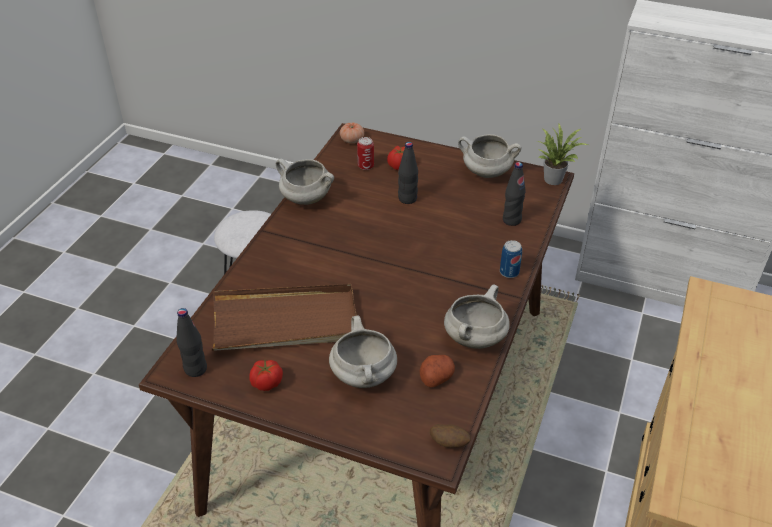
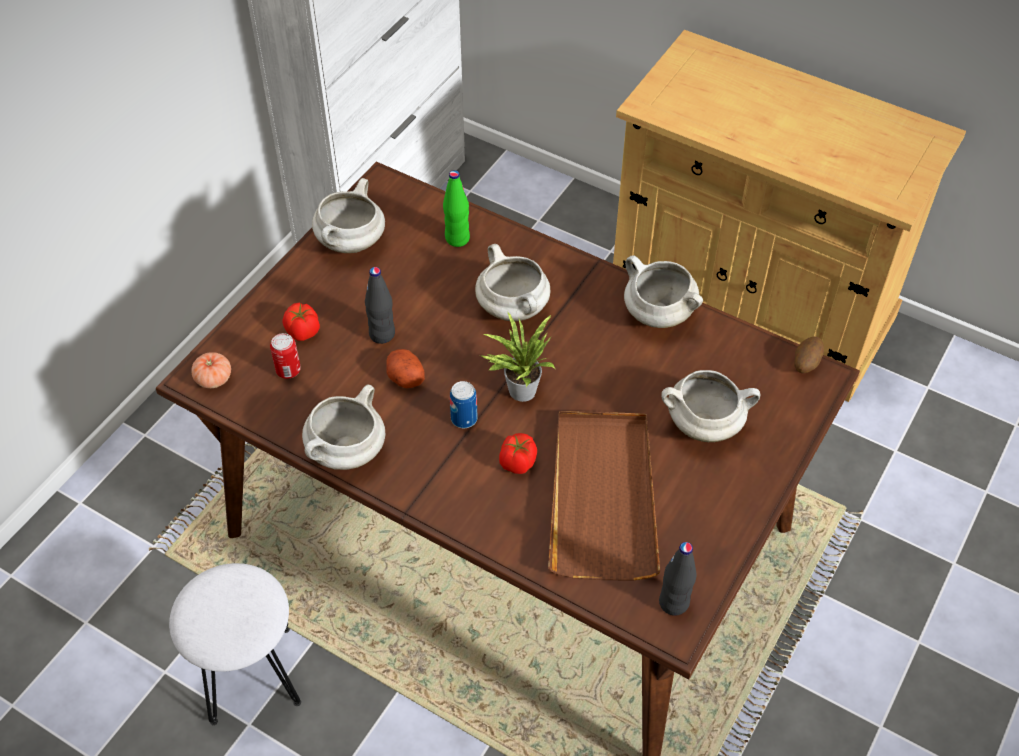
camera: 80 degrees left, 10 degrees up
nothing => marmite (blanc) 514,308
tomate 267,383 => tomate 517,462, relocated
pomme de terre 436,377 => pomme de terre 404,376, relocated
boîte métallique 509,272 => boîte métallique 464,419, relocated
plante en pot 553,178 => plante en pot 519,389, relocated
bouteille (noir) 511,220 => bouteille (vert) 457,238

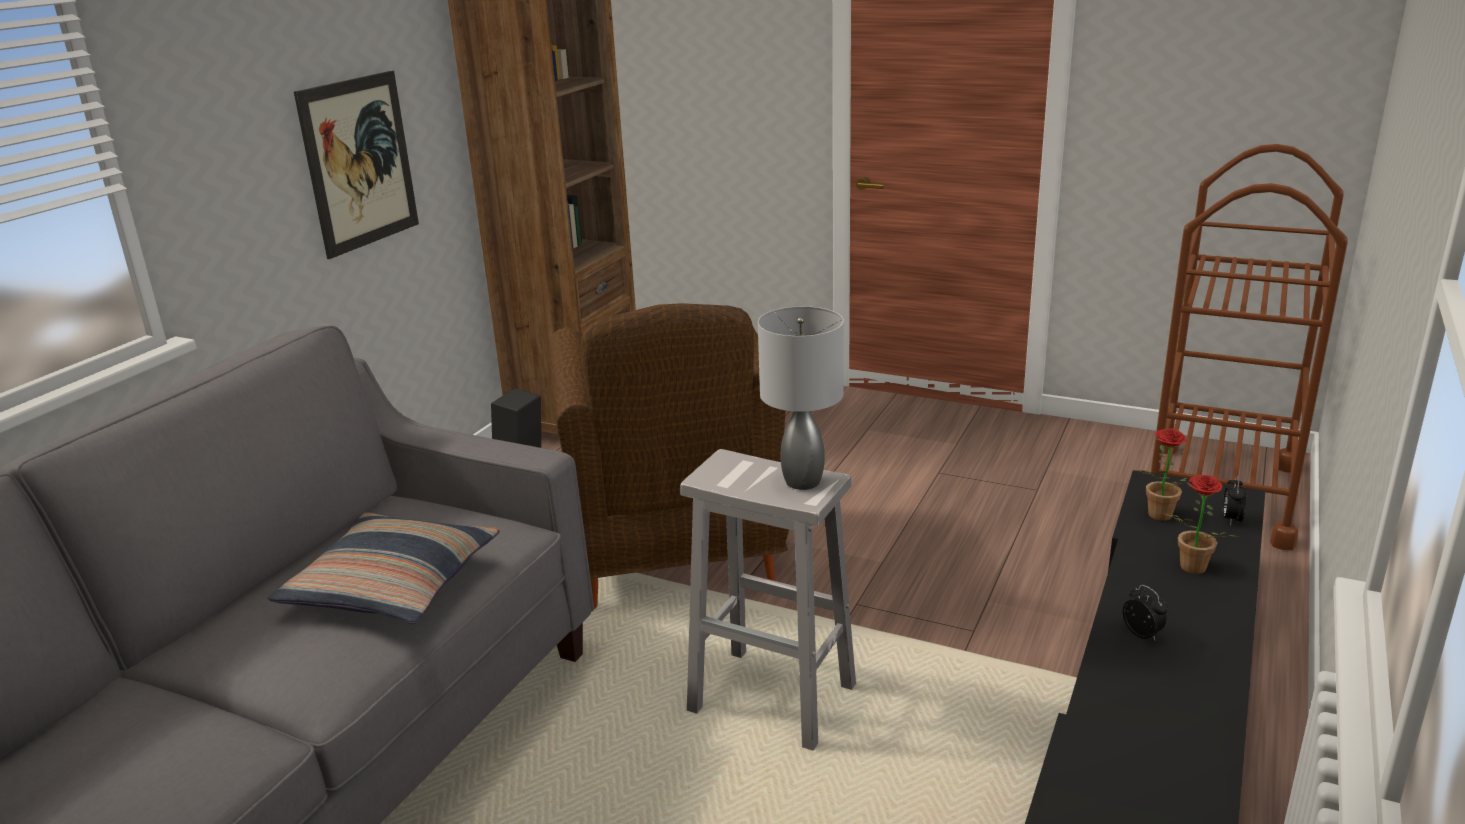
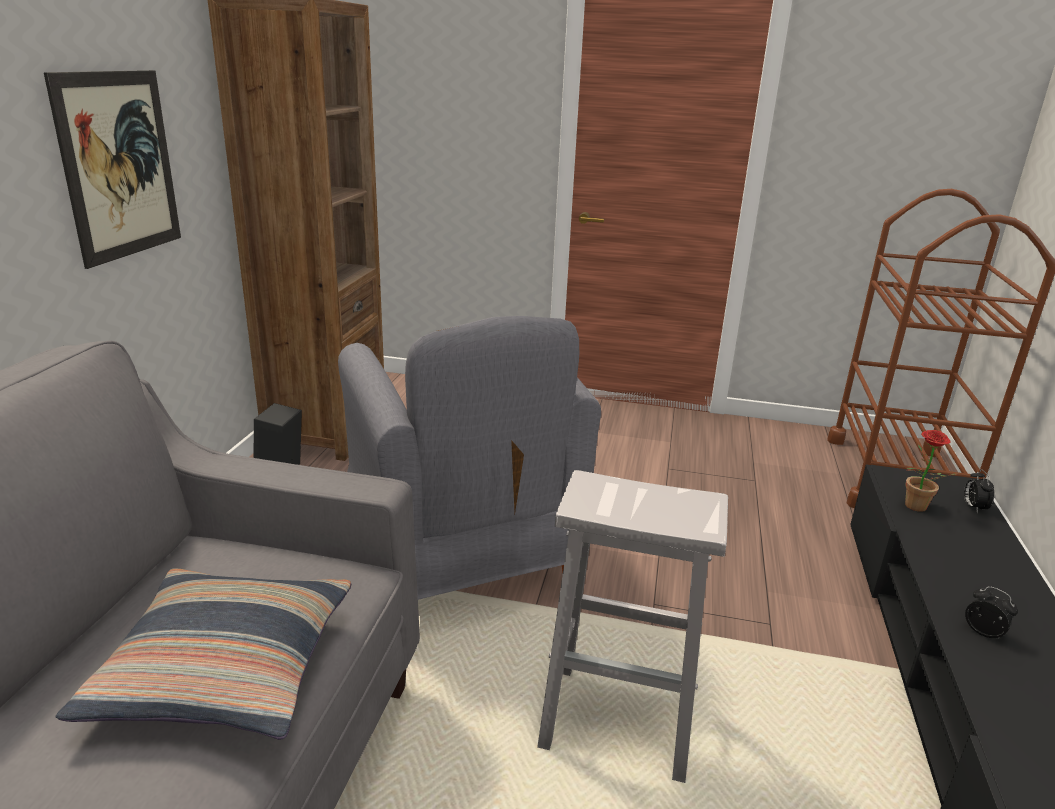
camera: 15 degrees left, 0 degrees up
lampe de table (gris) 804,481 => nothing
plante en pot 1189,569 => nothing
fauteuil (marron) 674,558 => fauteuil (gris) 463,567

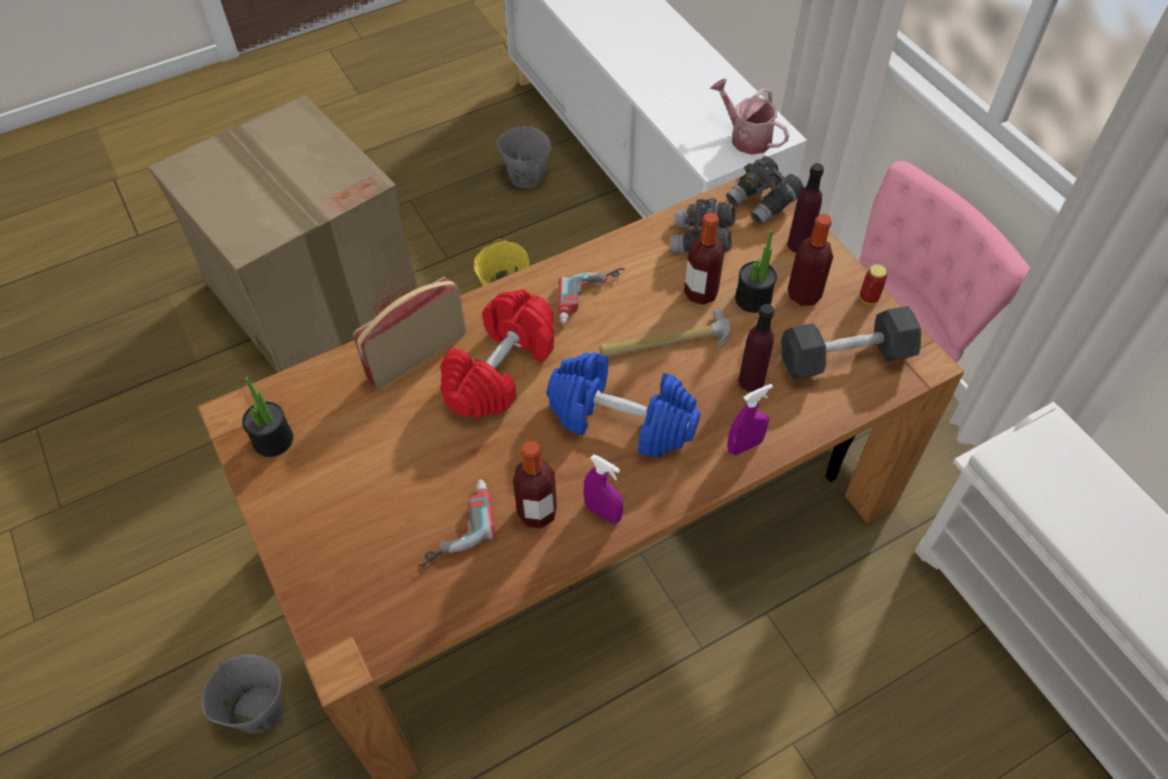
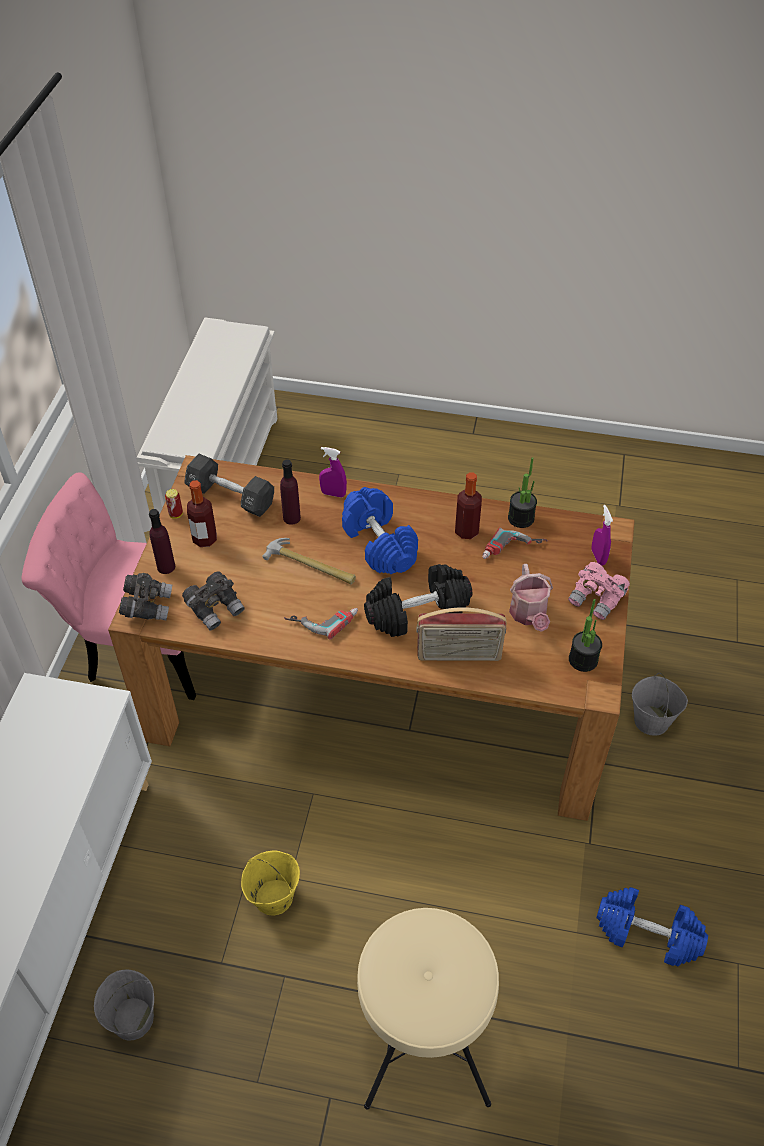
camera: 140 degrees left, 5 degrees down
bouteille 700,293 => nothing
nothing => jumelles (rose) 597,599
nothing => haltère (bleu) 648,933
vaporisateur (violet) 603,512 => vaporisateur (violet) 598,557, relocated
arrosoir 746,137 => arrosoir 529,615, relocated
plante en pot 753,299 => plante en pot 521,518, relocated
carton 312,290 => tabouret (beige) 423,1036
haltère (rouge) 501,371 => haltère (noir) 417,612

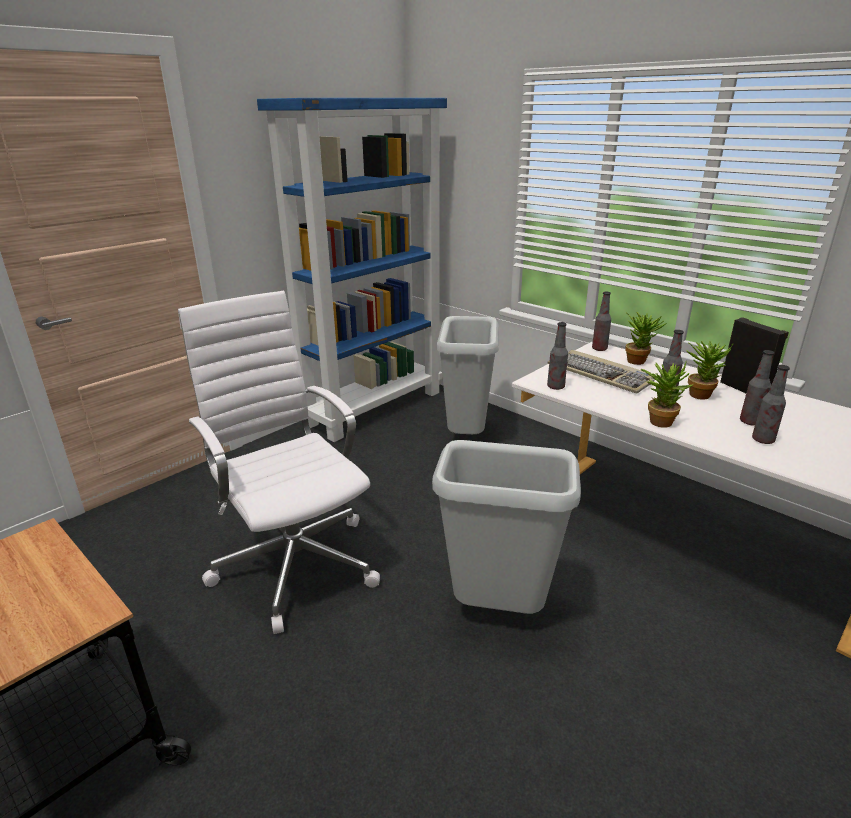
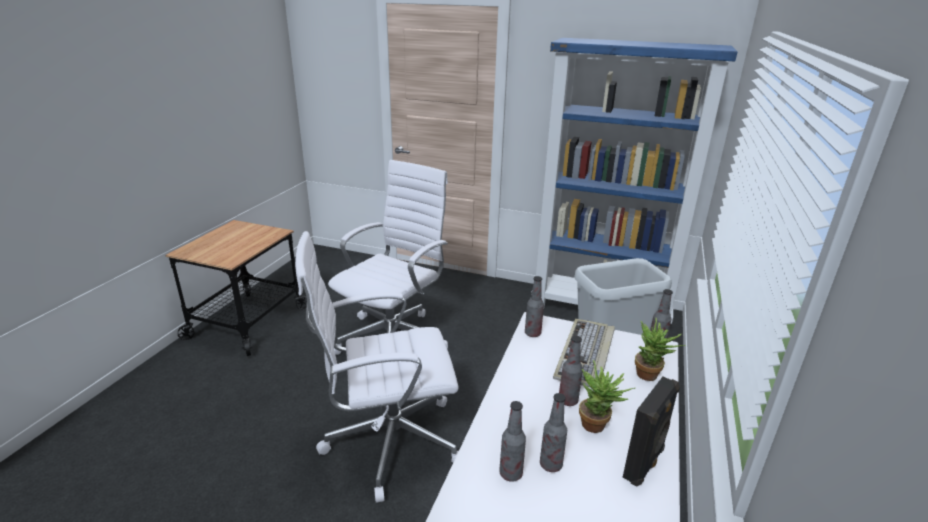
camera: 65 degrees right, 0 degrees up
plante en pot 658,420 => nothing
poubelle (gris) 497,612 => chaise de bureau (blanc) 388,441

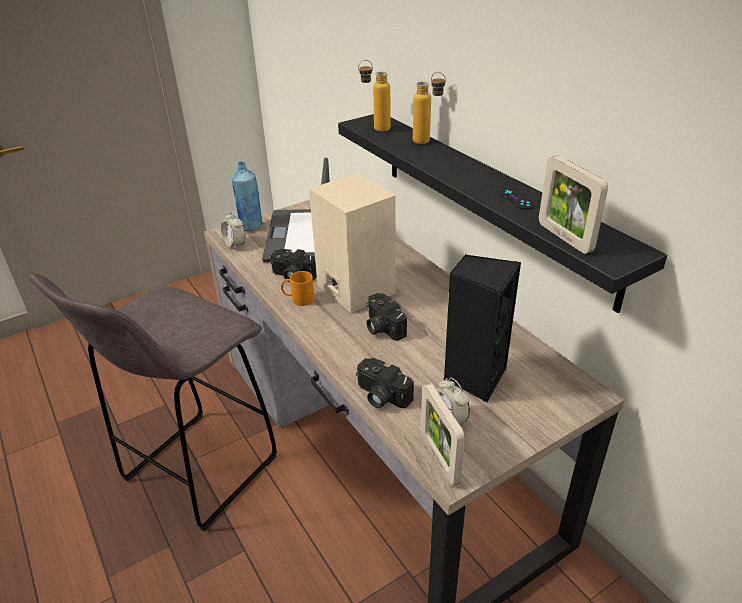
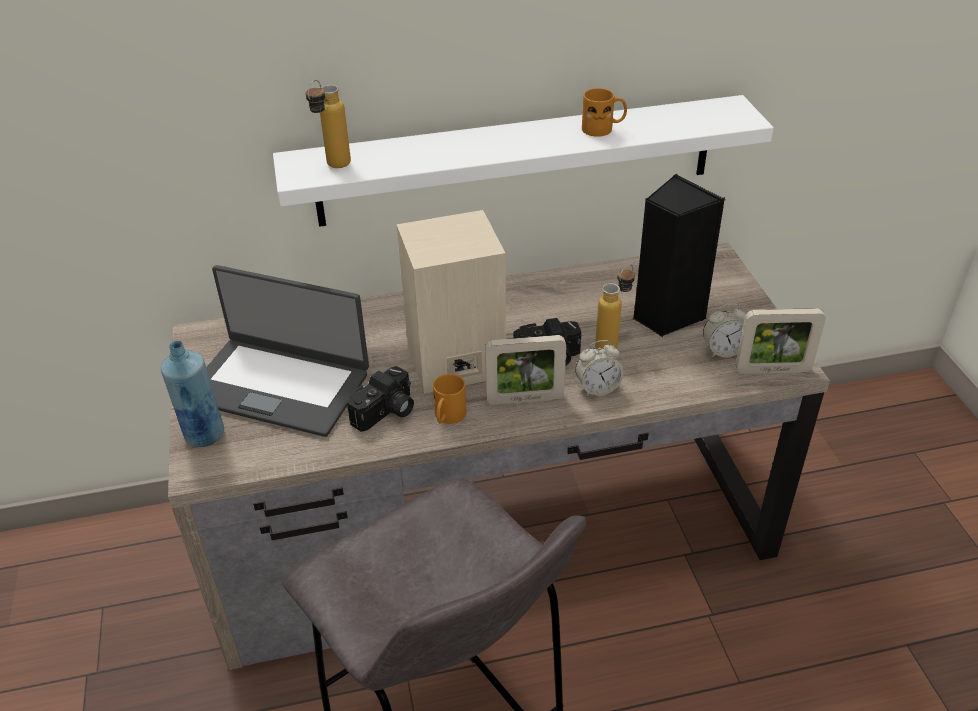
camera: 70 degrees left, 5 degrees up
appareil photo 380,396 => nothing
réveil 235,244 => réveil 597,388, relocated
bouteille 427,142 => bouteille 612,343, relocated
cadre photo 564,238 => cadre photo 525,399, relocated
manette (noir) 516,199 => mug (orange) 603,129
étagère (noir) 489,200 => étagère (blanc) 516,161

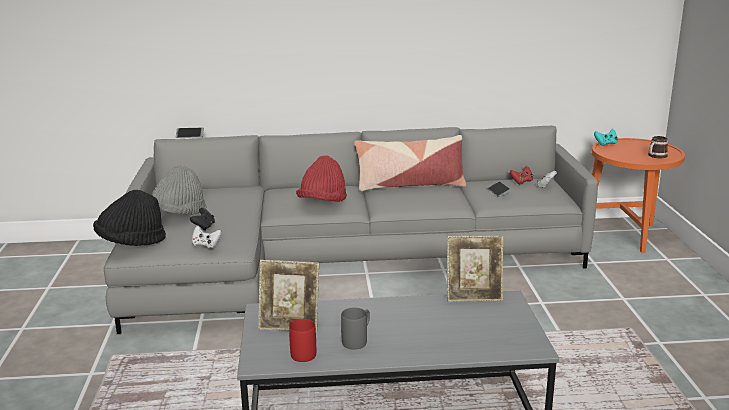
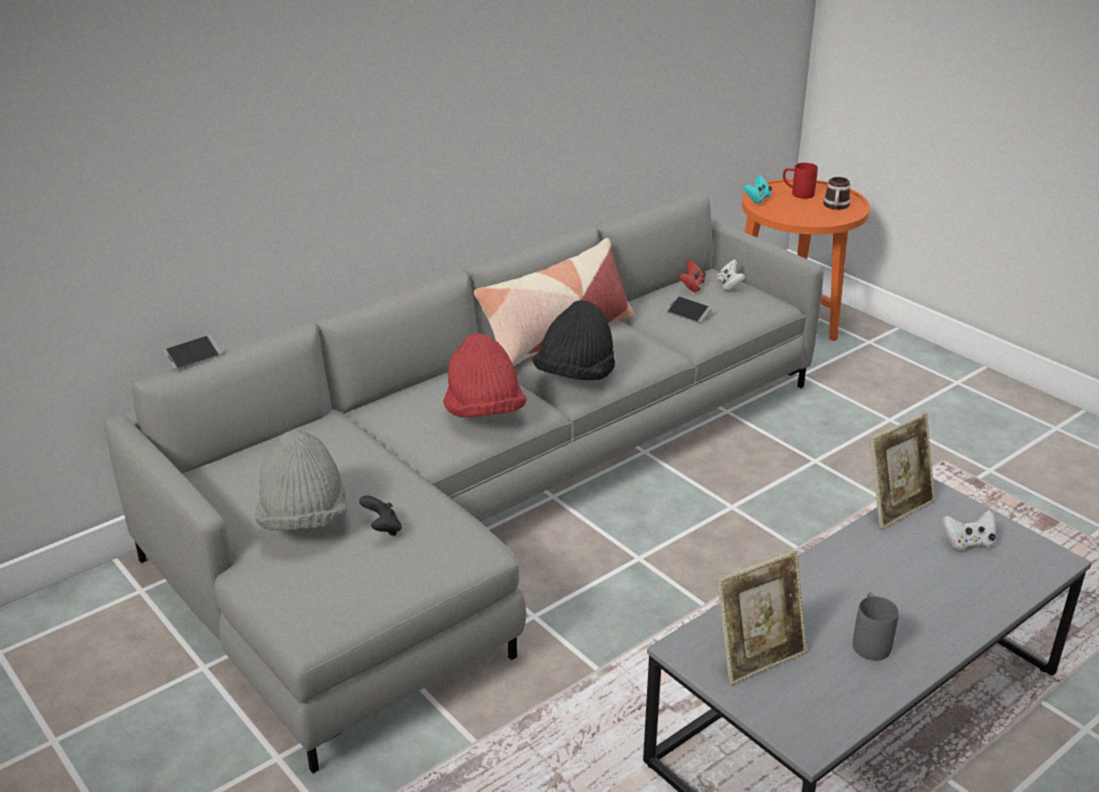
camera: 35 degrees left, 10 degrees up
chapeau (noir) 131,242 => chapeau (noir) 575,376, relocated
manette (blanc) 206,245 => manette (blanc) 968,543, relocated
mug (rouge) 300,352 => mug (rouge) 797,194, relocated

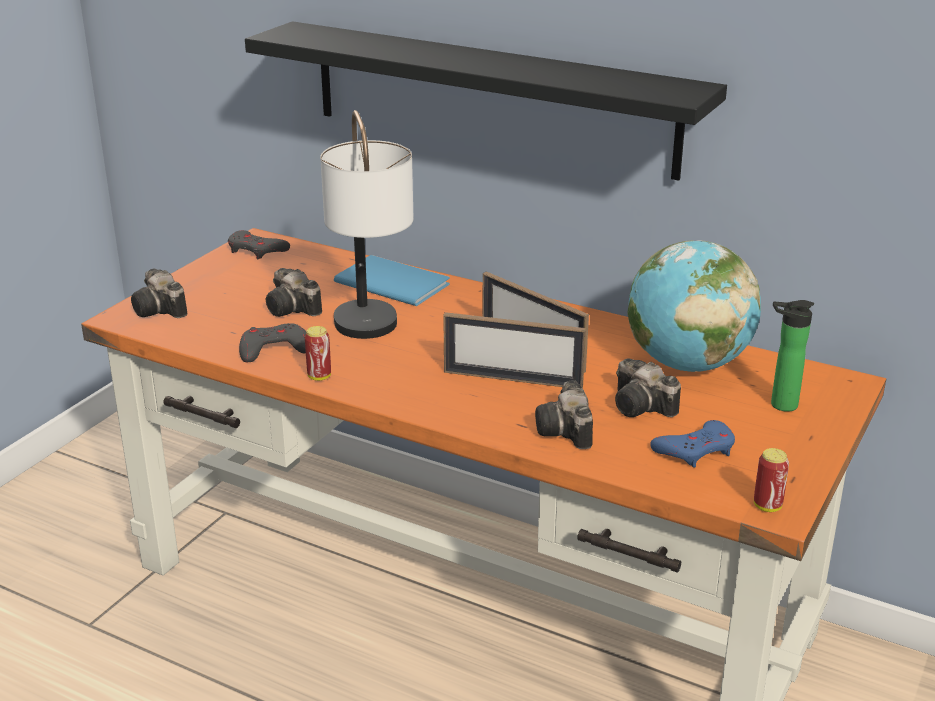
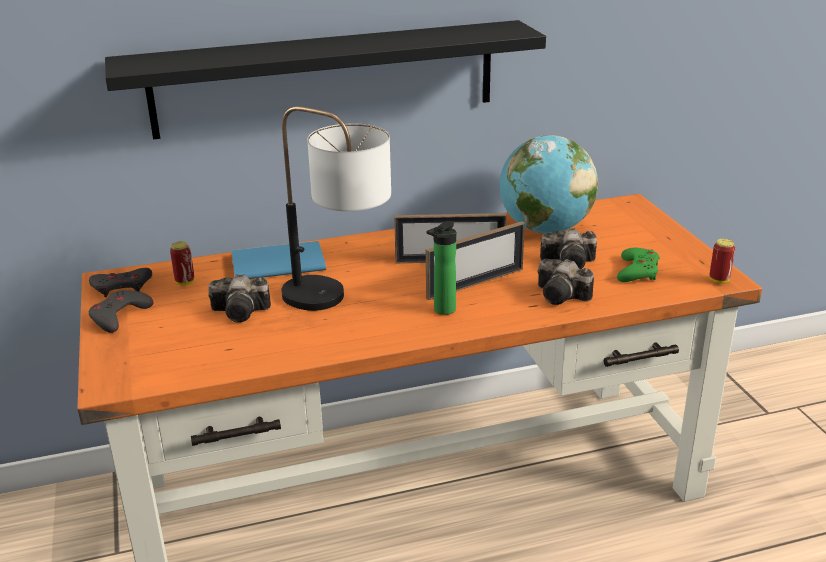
camera: 45 degrees left, 0 degrees up
appareil photo 161,310 => nothing
manette (gris) 274,349 => manette (gris) 119,316, relocated
boîte métallique 319,376 => boîte métallique 185,282, relocated
bouteille 779,405 => bouteille 442,311, relocated
manette (bleu) 696,450 => manette (vert) 637,271

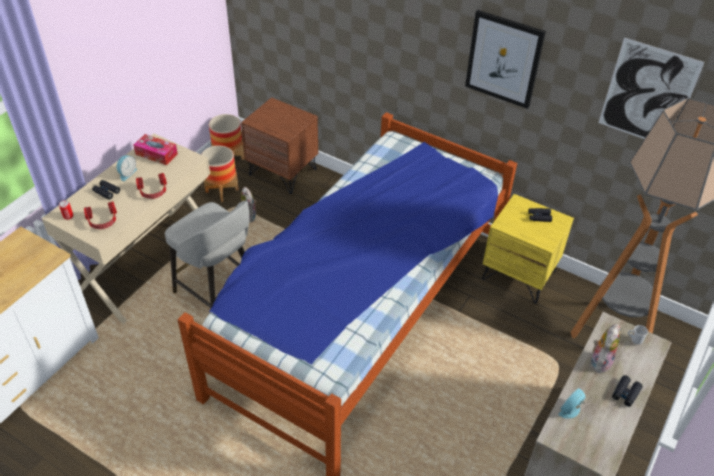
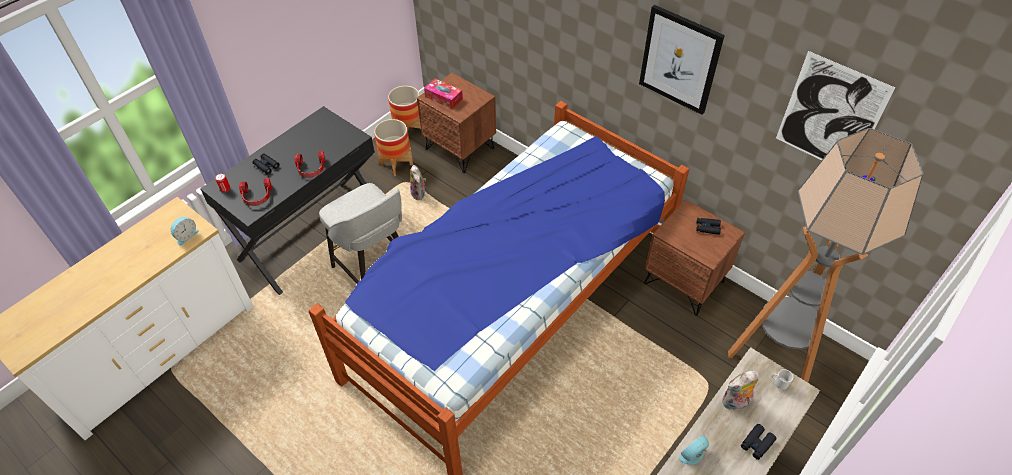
camera: 10 degrees right, 5 degrees up
réveil 127,173 => réveil 186,235, relocated
boîte à mouchoirs 156,154 => boîte à mouchoirs 443,98, relocated
bureau (beige) 147,264 => bureau (noir) 312,234
table de chevet (jaune) 519,275 => table de chevet (marron) 684,282
peluche 599,361 => peluche 735,403, 150 degrees counterclockwise

